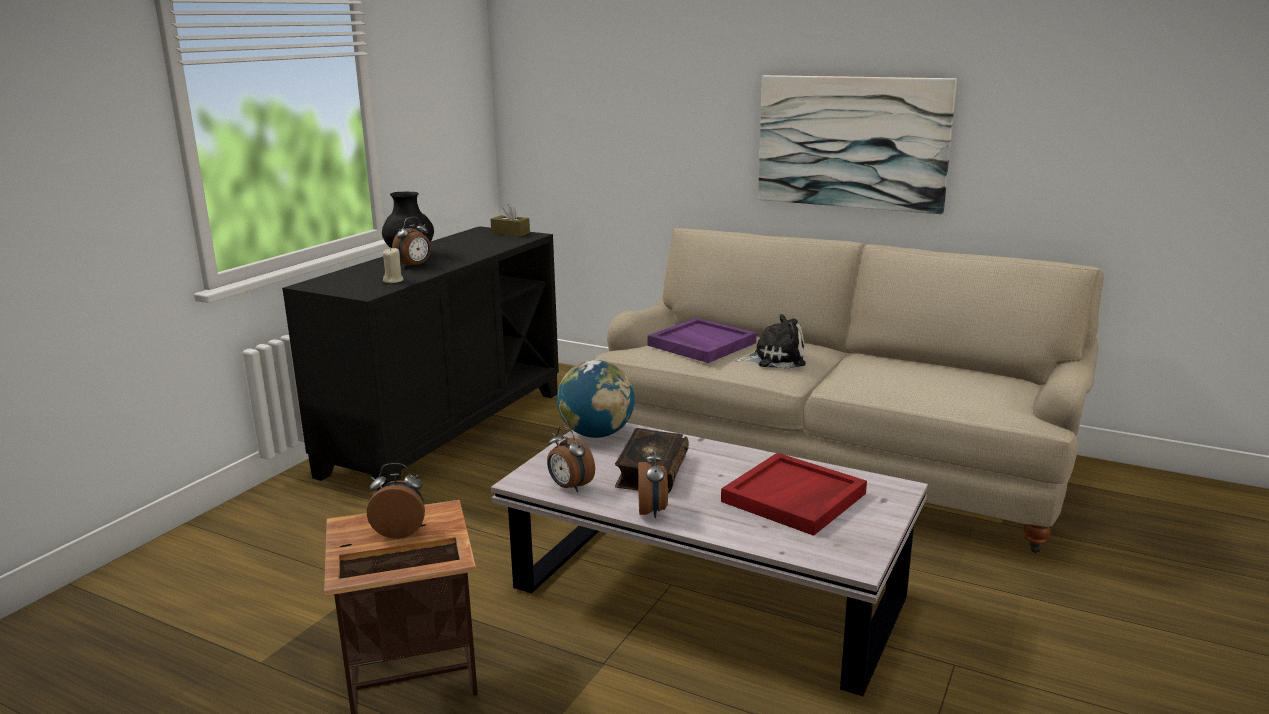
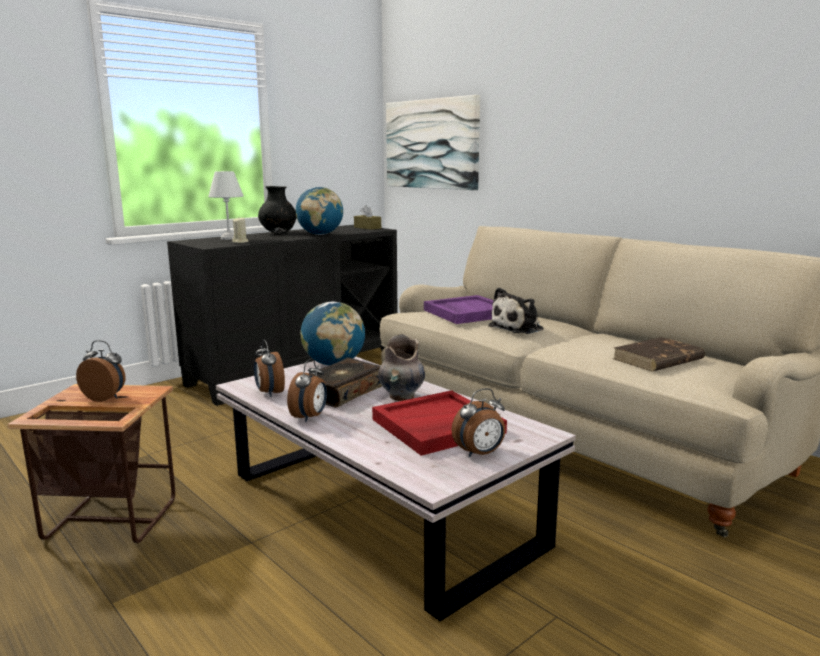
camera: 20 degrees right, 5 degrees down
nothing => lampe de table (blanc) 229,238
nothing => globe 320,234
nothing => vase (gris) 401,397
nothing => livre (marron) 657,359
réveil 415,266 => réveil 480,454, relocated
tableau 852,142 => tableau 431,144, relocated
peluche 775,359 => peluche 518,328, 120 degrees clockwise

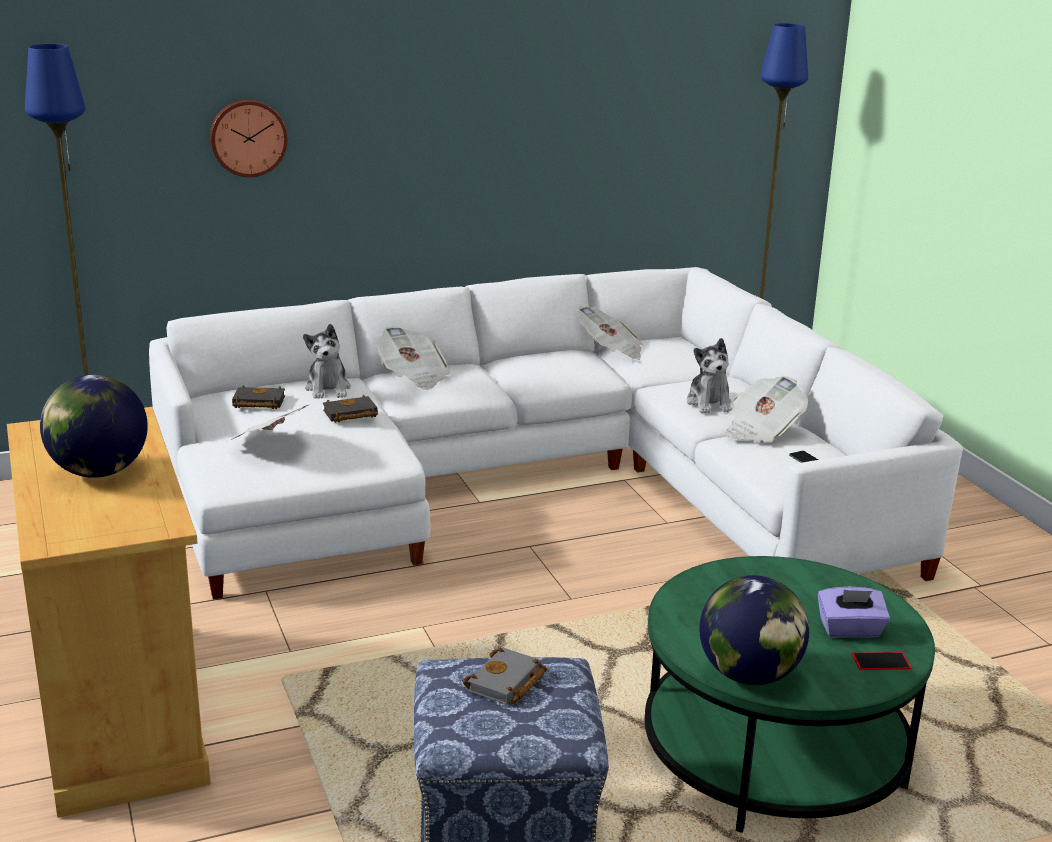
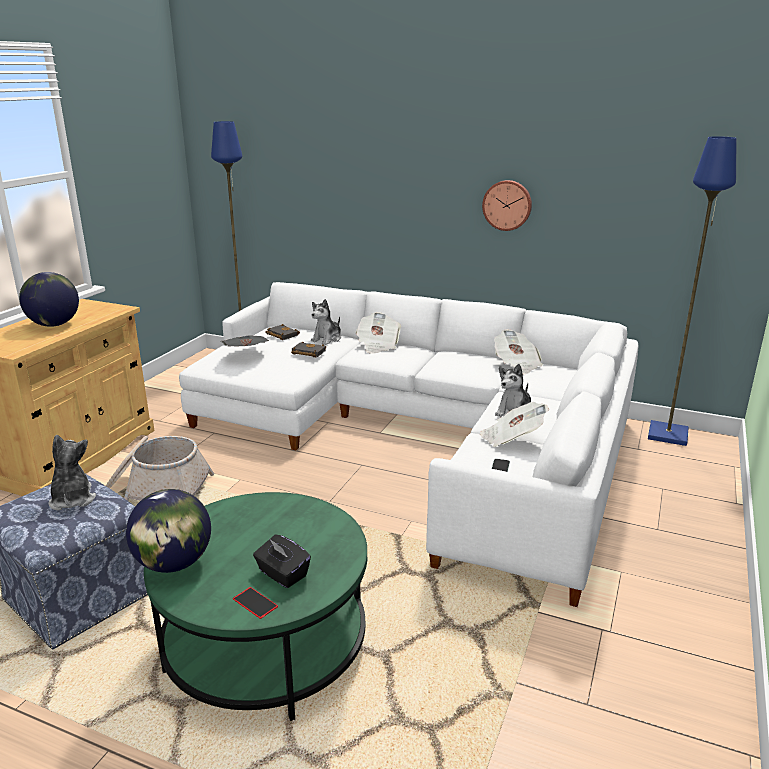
camera: 45 degrees right, 0 degrees up
nothing => panier 158,488
horloge murale 248,137 => horloge murale 507,205, relocated
livre (gris) 506,684 => peluche 72,499
boîte à mouchoirs (violet) 850,630 => boîte à mouchoirs (noir) 282,574

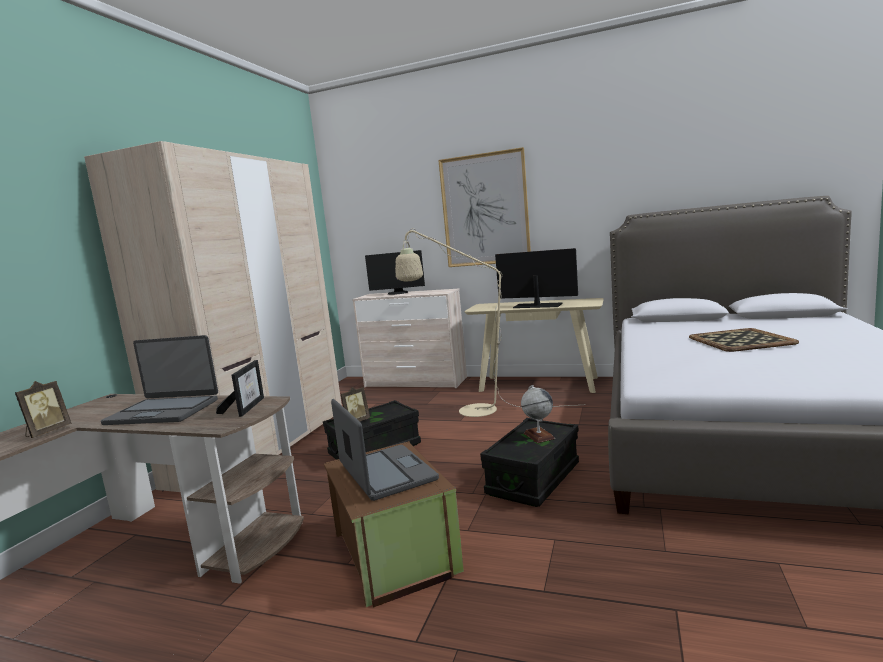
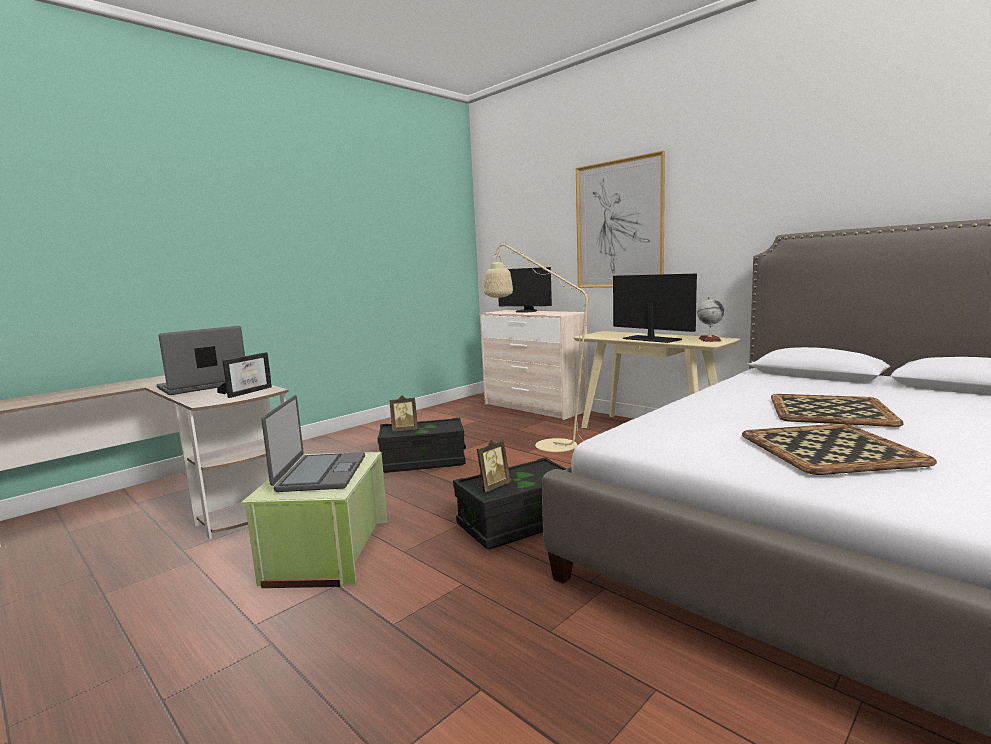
camera: 25 degrees right, 0 degrees up
armoire (beige) 263,447 => nothing
nothing => plateau 830,448
cadre photo 47,432 => cadre photo 492,487, relocated
globe 538,436 => globe 709,340, relocated
boîte de rangement (marron) 393,553 => boîte de rangement (vert) 326,551
ordinateur portable 164,411 => ordinateur portable 203,386, 105 degrees clockwise

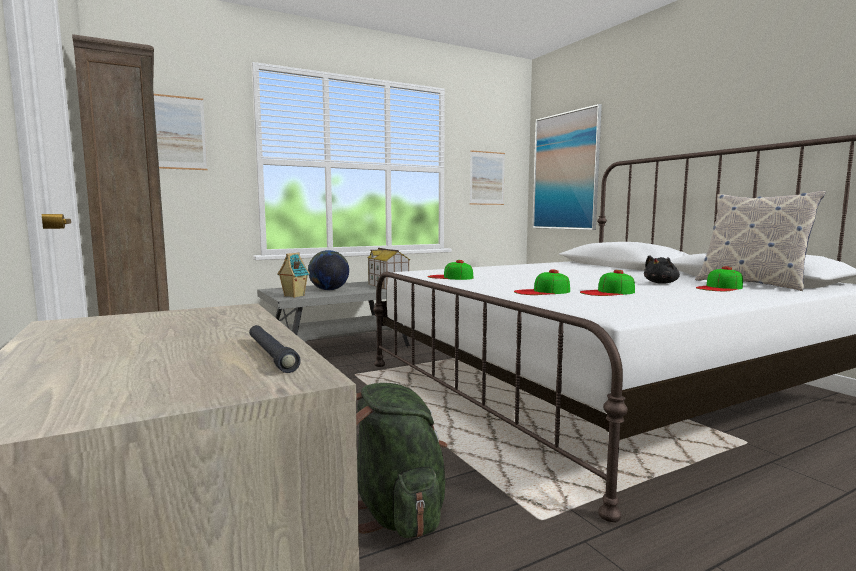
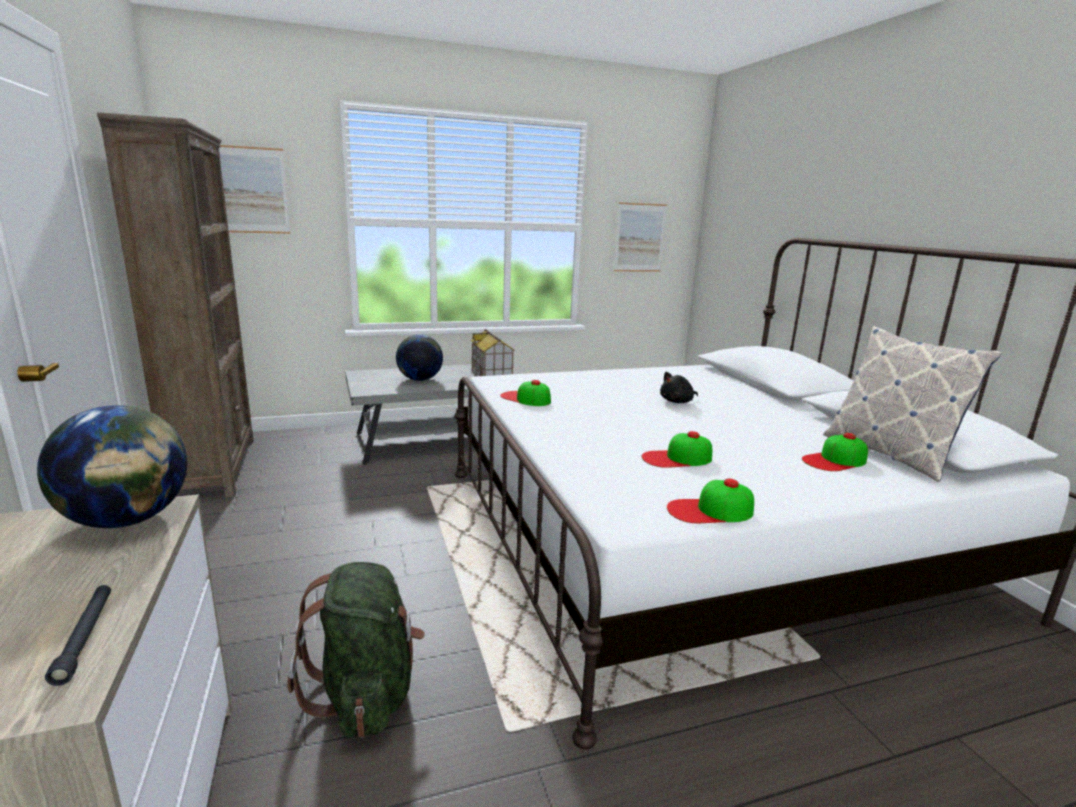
camera: 10 degrees right, 10 degrees up
maison miniature 293,296 => nothing
tableau 565,171 => nothing
nothing => globe 128,520
casquette 542,292 => casquette 710,510, relocated
peluche (noir) 661,283 => peluche (noir) 677,402, relocated

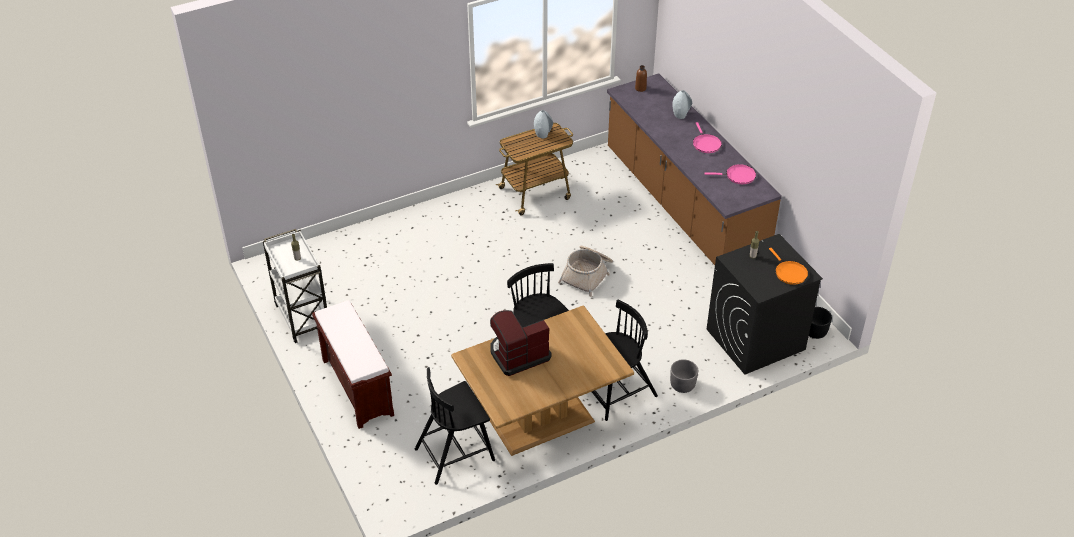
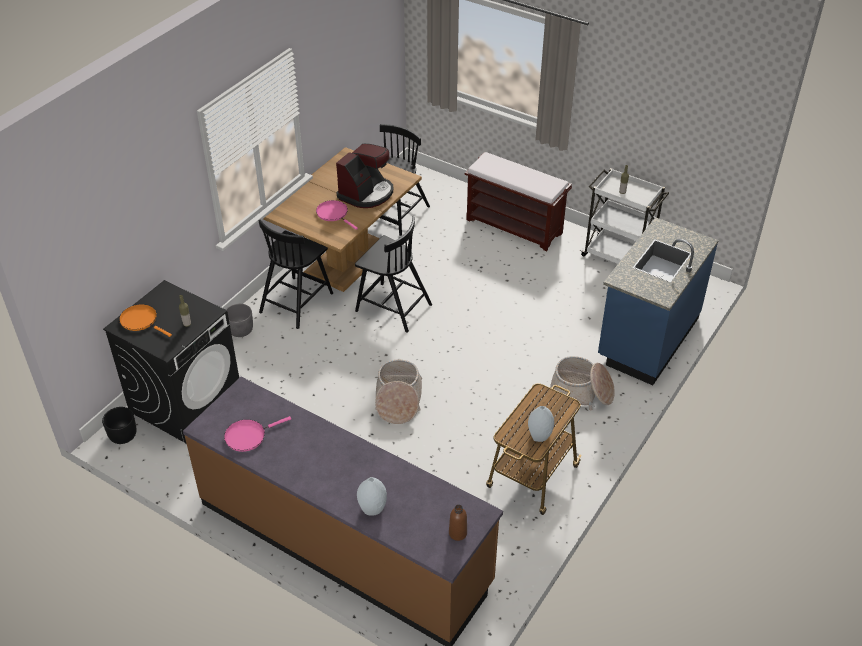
camera: 150 degrees right, 0 degrees up
nothing => panier 581,392
nothing => comptoir de cuisine (bleu) 647,338
poêle (rose) 706,144 => poêle (rose) 334,214, relocated

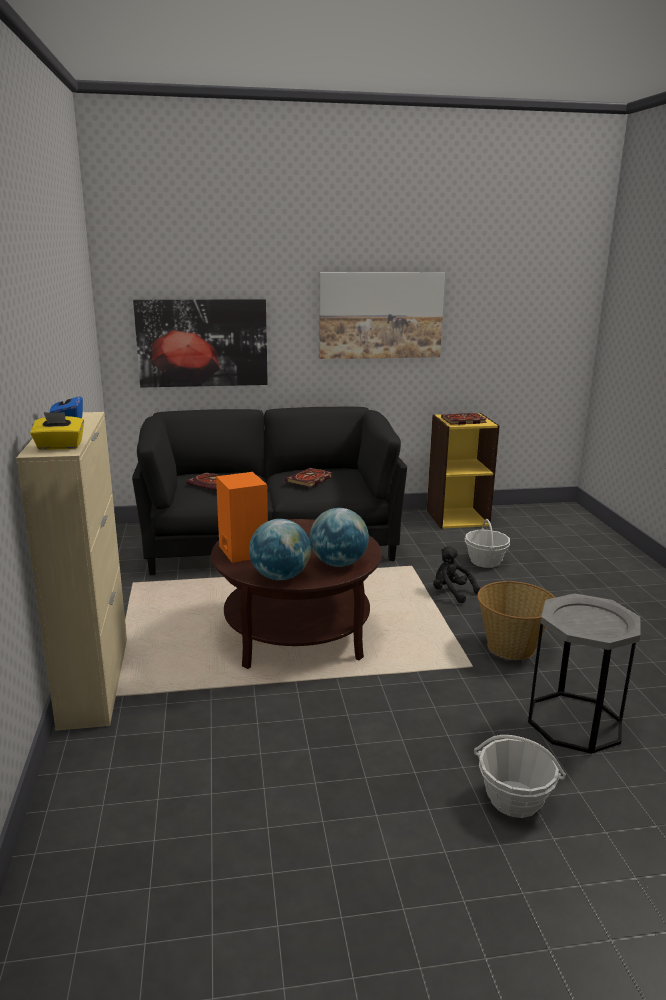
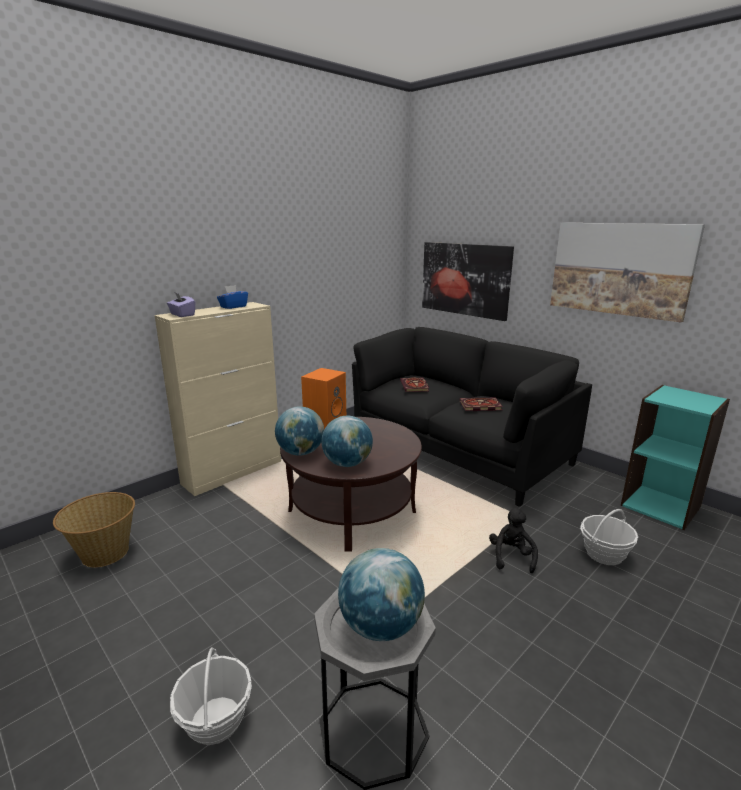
camera: 55 degrees right, 0 degrees up
livre 463,421 => nothing
nothing => globe 381,626
panier 512,647 => panier 104,553, relocated
boîte à mouchoirs (jaune) 59,446 => boîte à mouchoirs (violet) 182,315
bibliothèque (jaune) 457,518 => bibliothèque (turquoise) 661,505

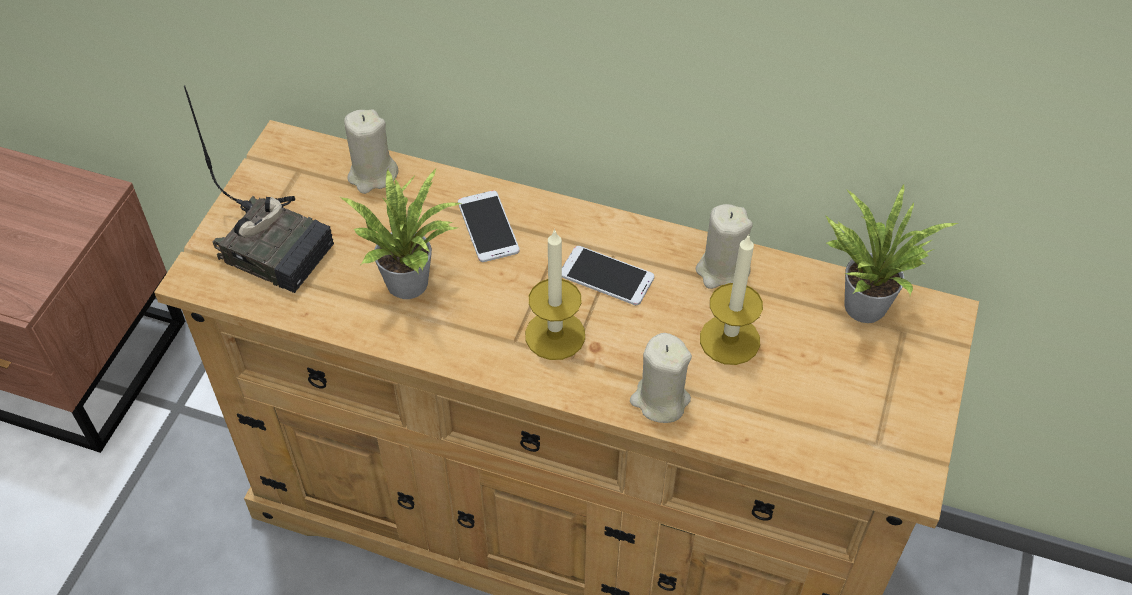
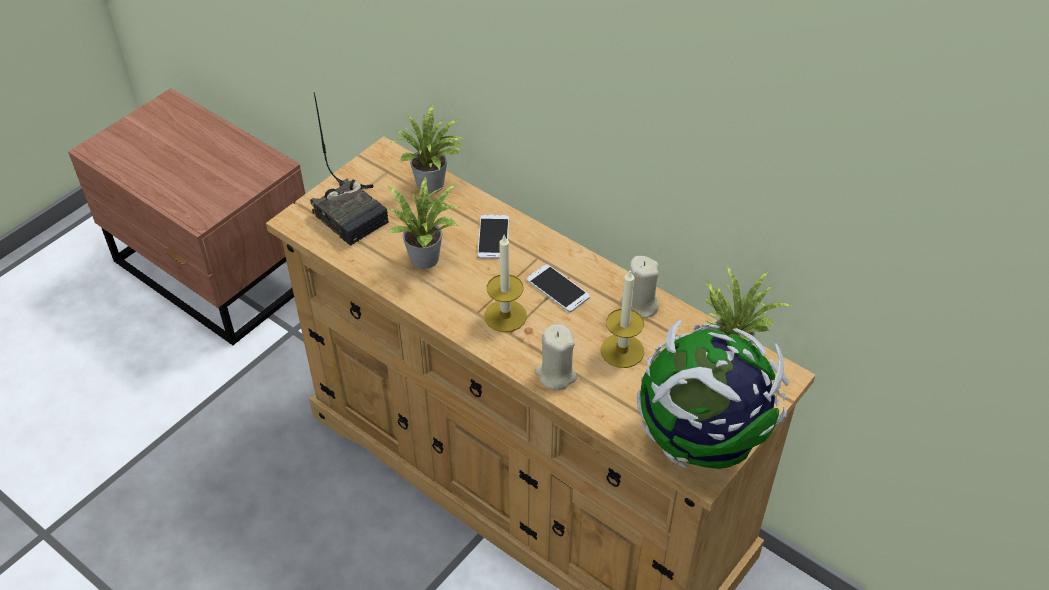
camera: 20 degrees right, 5 degrees down
nothing => globe 702,440
bougie (beige) 372,175 => plante en pot 433,186

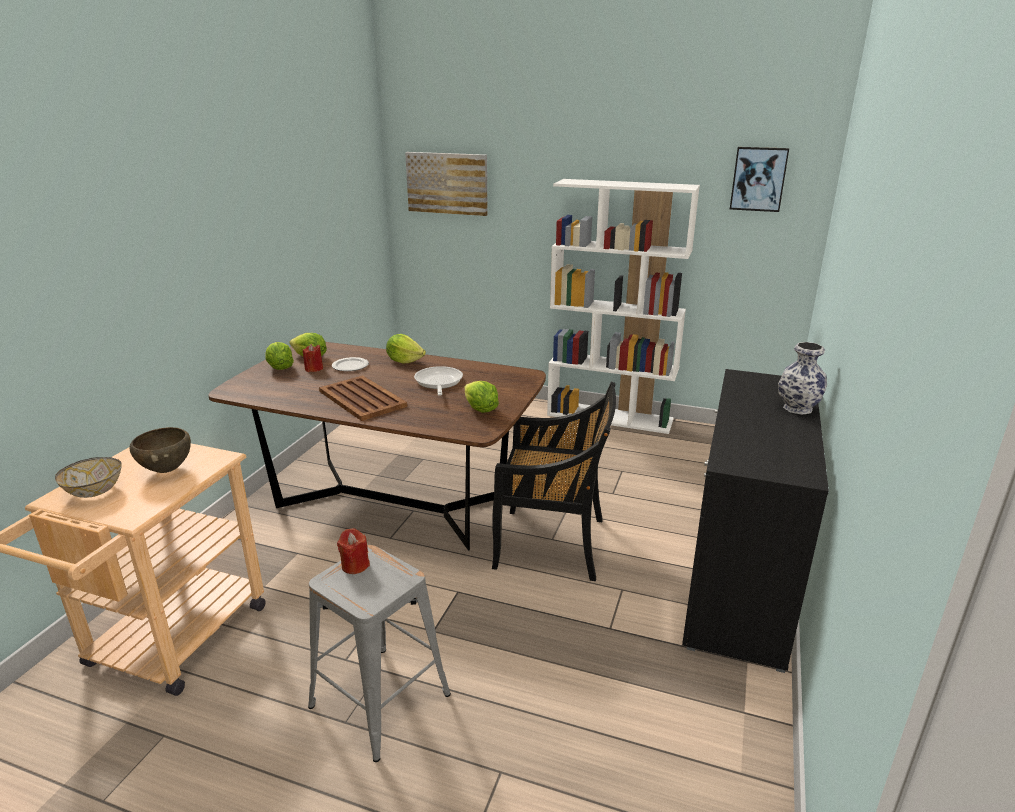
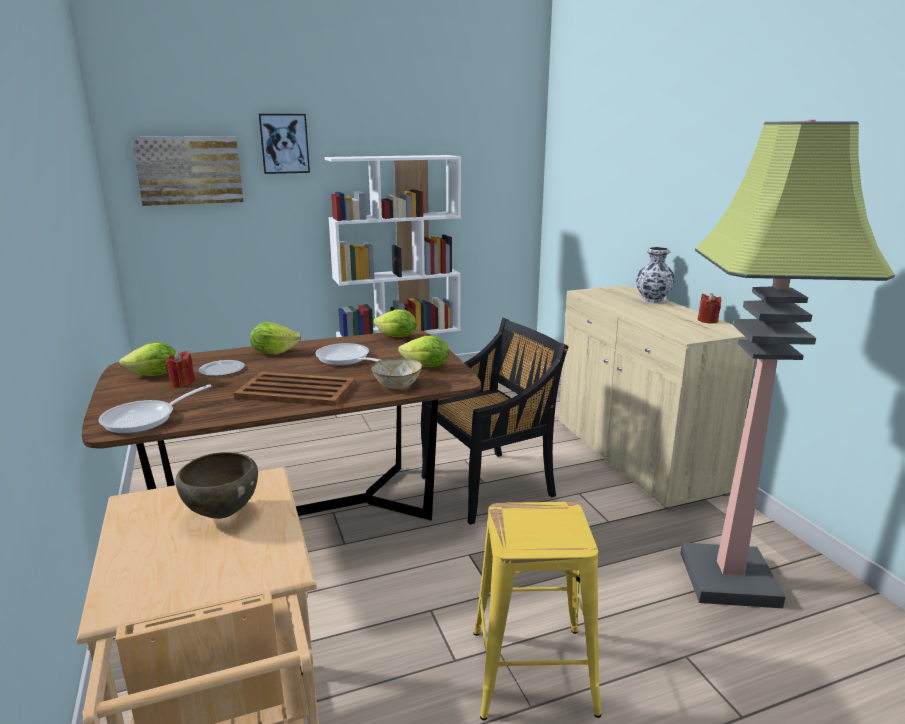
camera: 40 degrees left, 5 degrees down
nothing => poêle 145,419
nothing => lampadaire 730,580
bol 94,491 => bol 396,385, relocated
laitue 280,368 => laitue 397,337, relocated
bougie (rouge) 355,565 => bougie (rouge) 707,320, relocated
tableau 758,179 => tableau 284,143, relocated
tabouret (gris) 379,701 => tabouret (jaune) 532,672
meuble de rangement (noir) 738,582 => meuble de rangement (beige) 635,456

